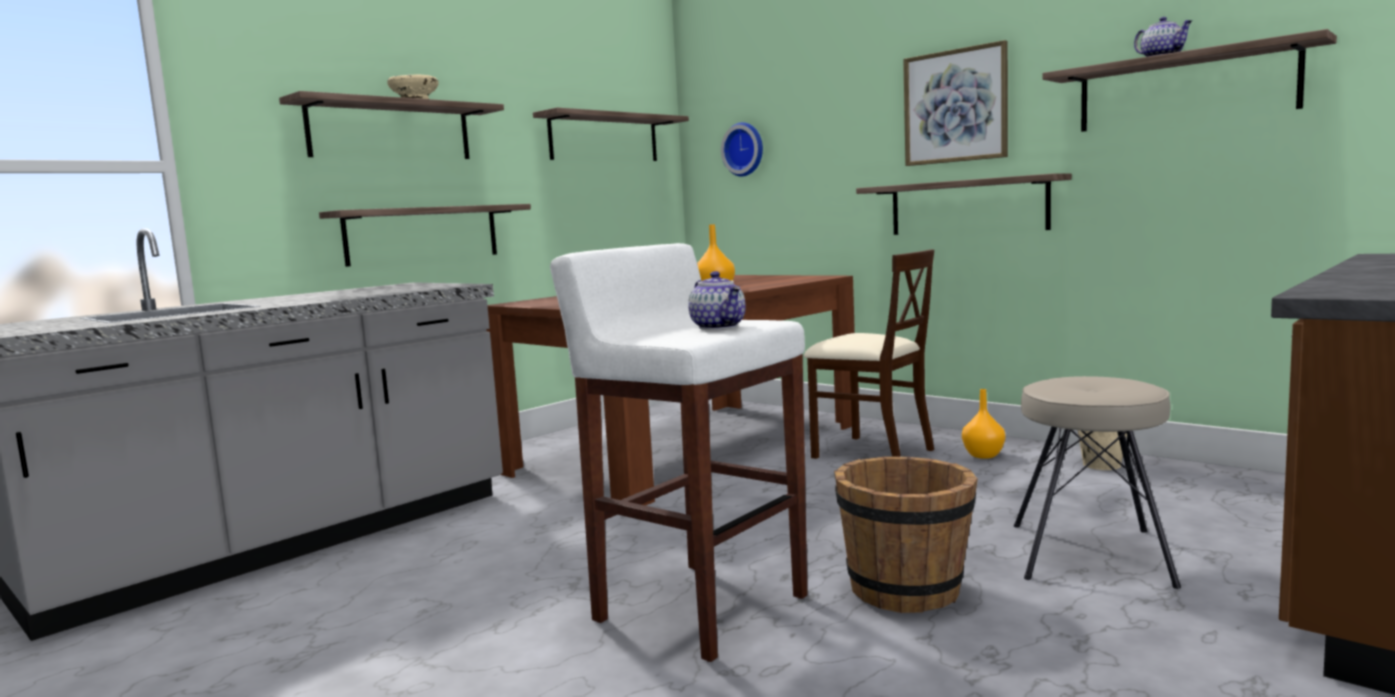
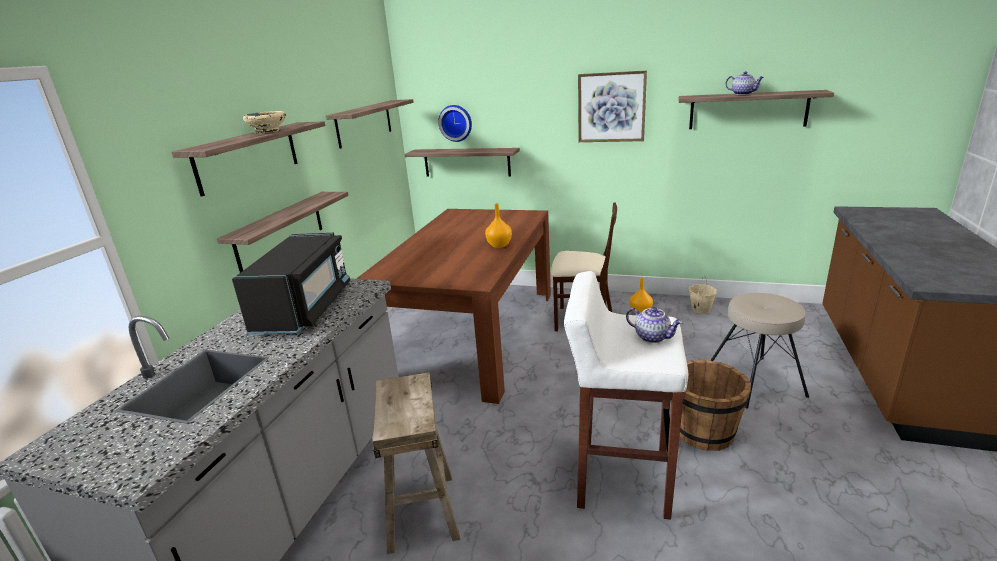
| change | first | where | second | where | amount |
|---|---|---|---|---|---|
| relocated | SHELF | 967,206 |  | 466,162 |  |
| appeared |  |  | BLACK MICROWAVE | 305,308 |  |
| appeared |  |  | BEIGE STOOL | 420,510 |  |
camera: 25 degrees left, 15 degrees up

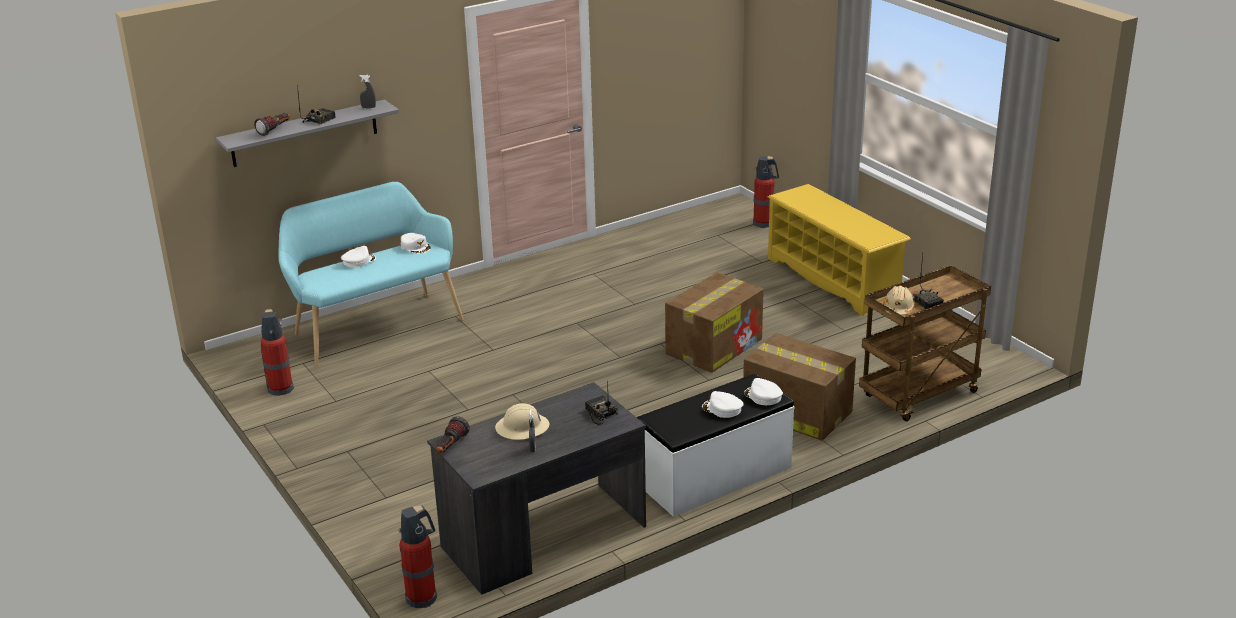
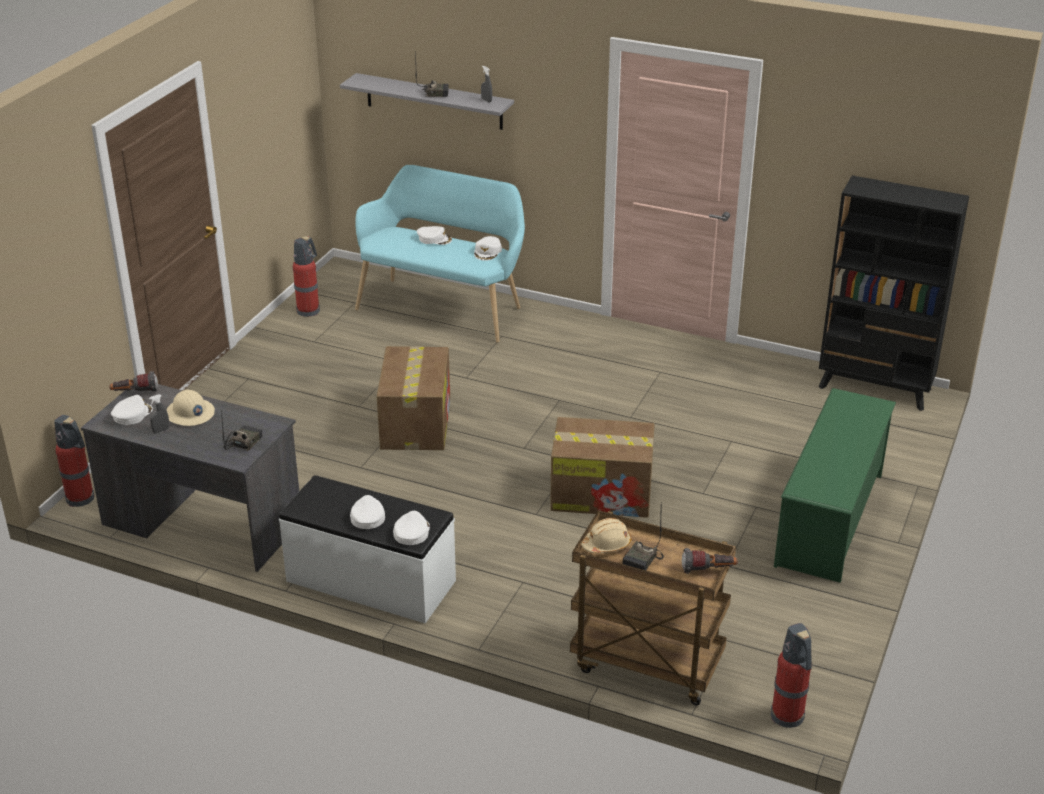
| change | first | where | second | where | amount |
|---|---|---|---|---|---|
| relocated | FLASHLIGHT | 275,130 |  | 708,570 |  |
| relocated | FIRE EXTINGUISHER | 764,223 |  | 788,717 |  |
| colour | YELLOW SHOE RACK | 833,279 | GREEN SHOE RACK | 830,519 |  |
| relocated | CARDBOARD BOX | 796,412 |  | 416,422 |  |
| appeared |  |  | BLACK BOOKCASE | 875,388 |  |
| appeared |  |  | WHITE CAP | 132,414 |  |
camera: 55 degrees right, 5 degrees up

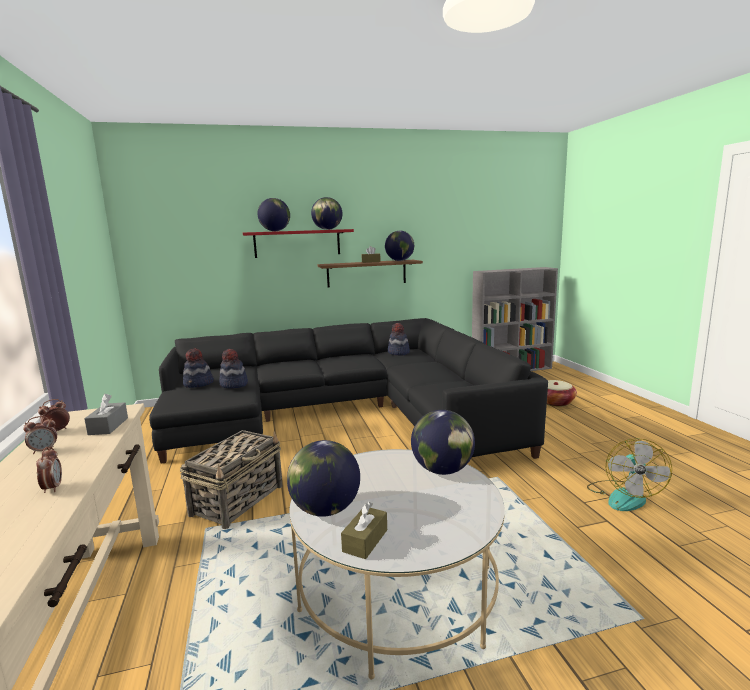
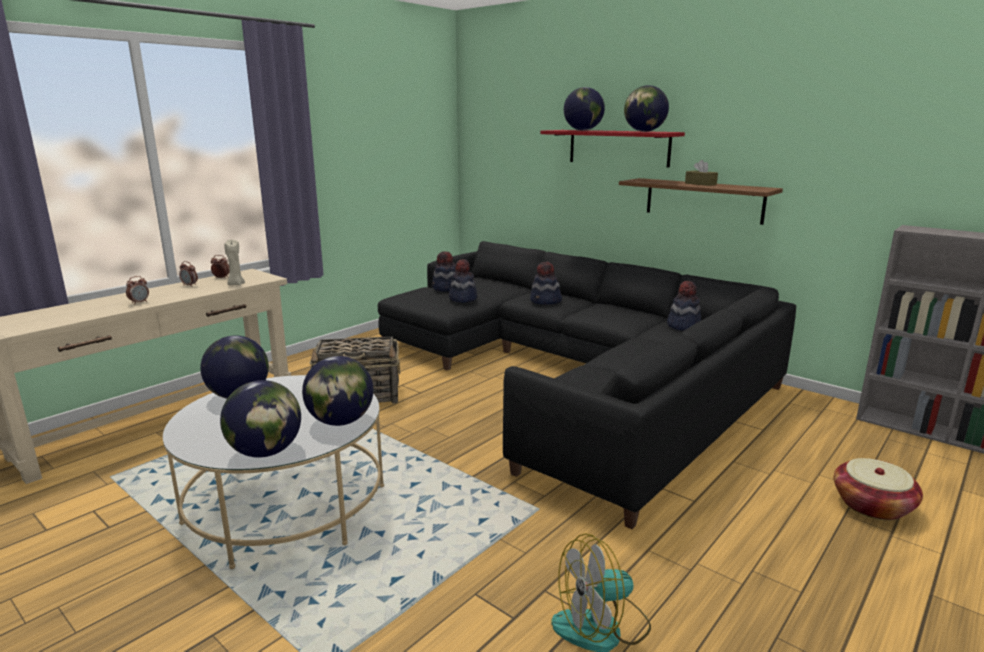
| change | first | where | second | where | amount |
|---|---|---|---|---|---|
| relocated | GLOBE | 399,261 |  | 266,452 |  |
| exchanged | GREY TISSUE BOX | 108,426 | BEIGE CANDLE | 236,284 |  |
| missing | BROWN TISSUE BOX | 365,540 |  |  |  |
| appeared |  |  | HAT | 545,301 |  |
camera: 55 degrees right, 5 degrees up

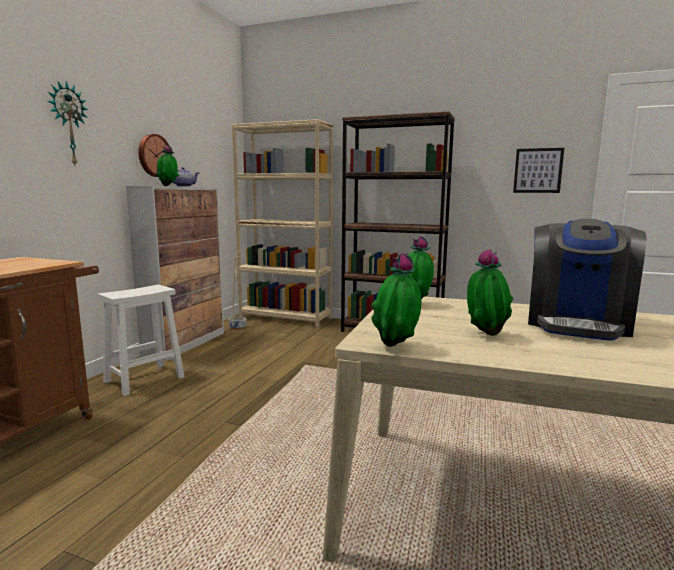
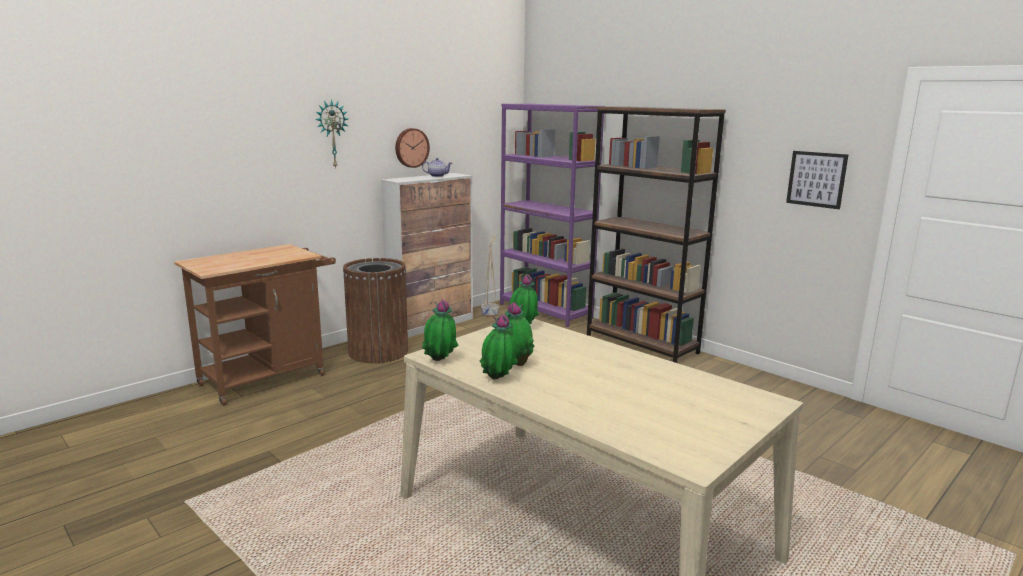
| change | first | where | second | where | amount |
|---|---|---|---|---|---|
| colour | BEIGE BOOKCASE | 285,318 | PURPLE BOOKCASE | 545,311 |  |
| relocated | POTTED PLANT | 168,186 |  | 498,380 |  |
| missing | COFFEE MACHINE | 577,324 |  |  |  |
| exchanged | WHITE STOOL | 145,379 | BROWN TRASH CAN | 378,351 |  |
camera: 25 degrees right, 5 degrees up

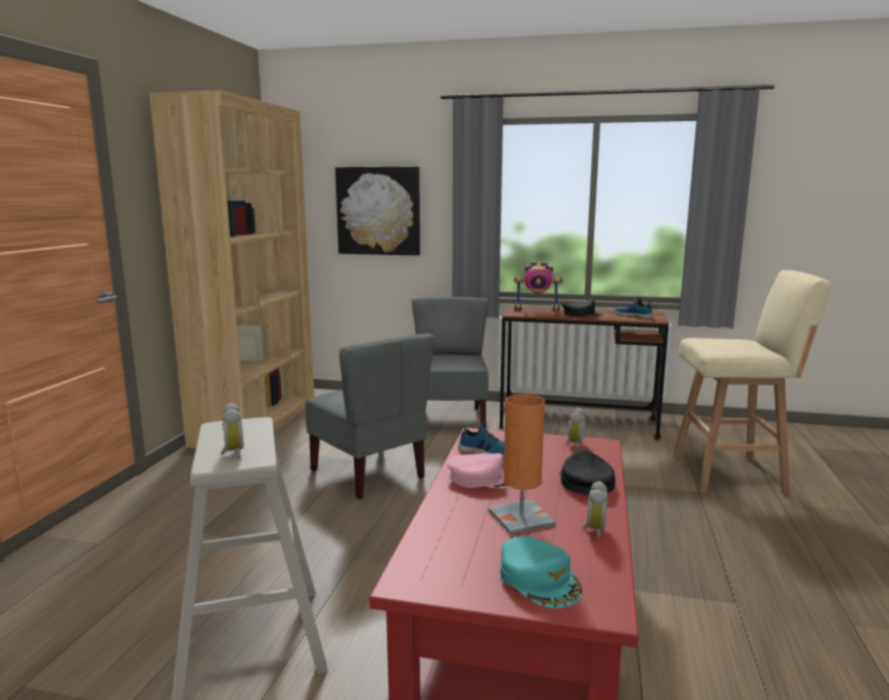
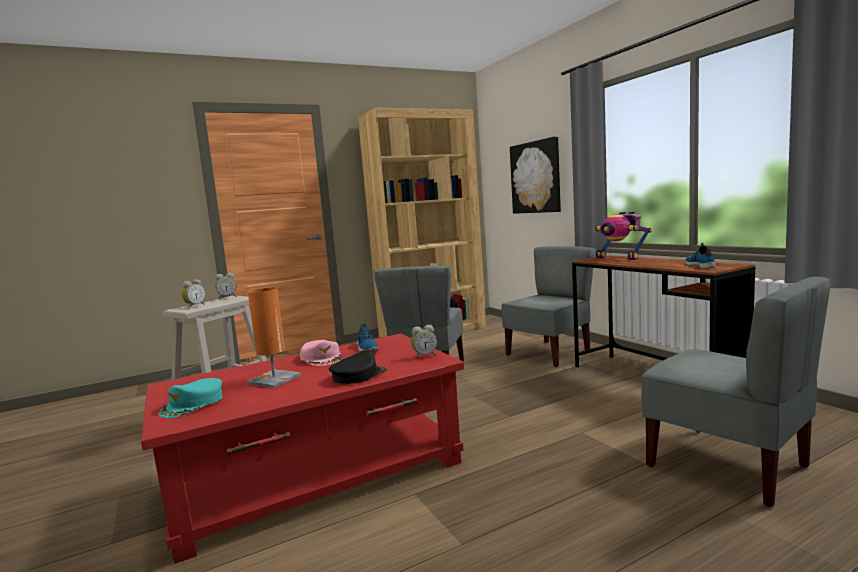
| change | first | where | second | where | amount |
|---|---|---|---|---|---|
| exchanged | BEIGE STOOL | 732,474 | GREY CHAIR | 728,465 |  |
| missing | BLACK CAP | 582,314 |  |  |  |
| relocated | ALARM CLOCK | 593,530 |  | 227,297 |  |
camera: 50 degrees right, 5 degrees down

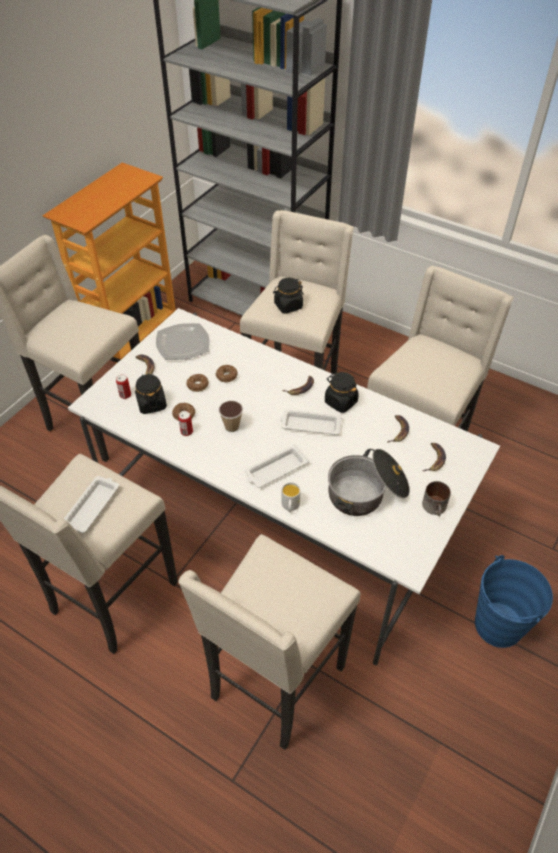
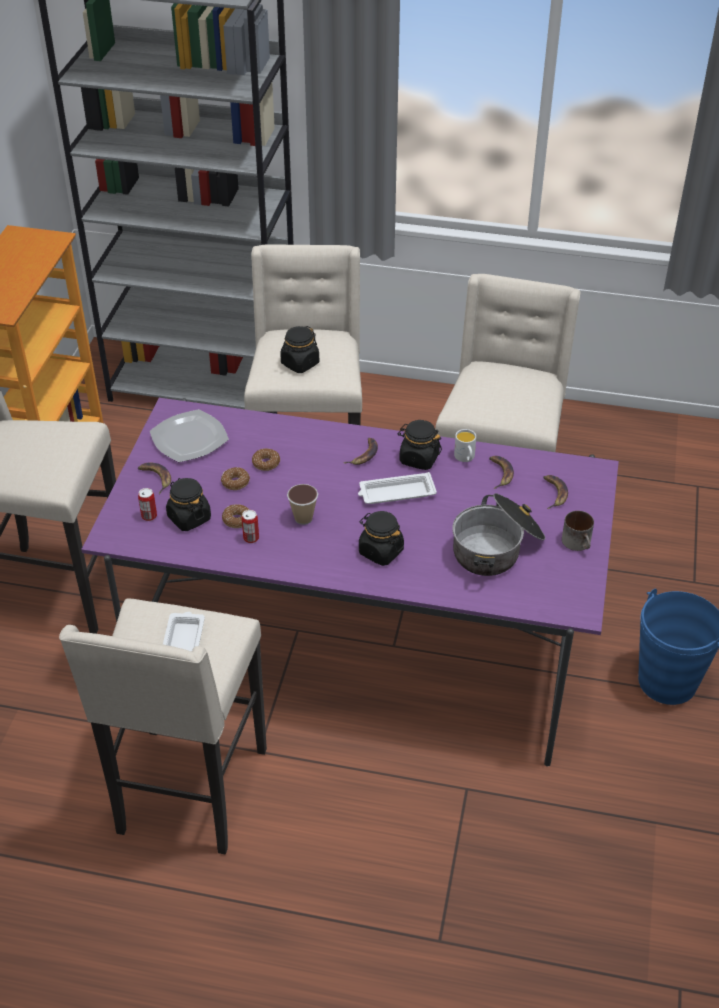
| change | first | where | second | where | amount |
|---|---|---|---|---|---|
| colour | WHITE DINING TABLE | 279,518 | PURPLE DINING TABLE | 359,639 |  |
| exchanged | WHITE TRAY | 275,470 | BLACK JAR | 380,551 |  |
| relocated | WHITE MUG | 290,506 |  | 465,458 |  |
| missing | BEIGE STOOL | 275,684 |  |  |  |
camera: 20 degrees left, 5 degrees down

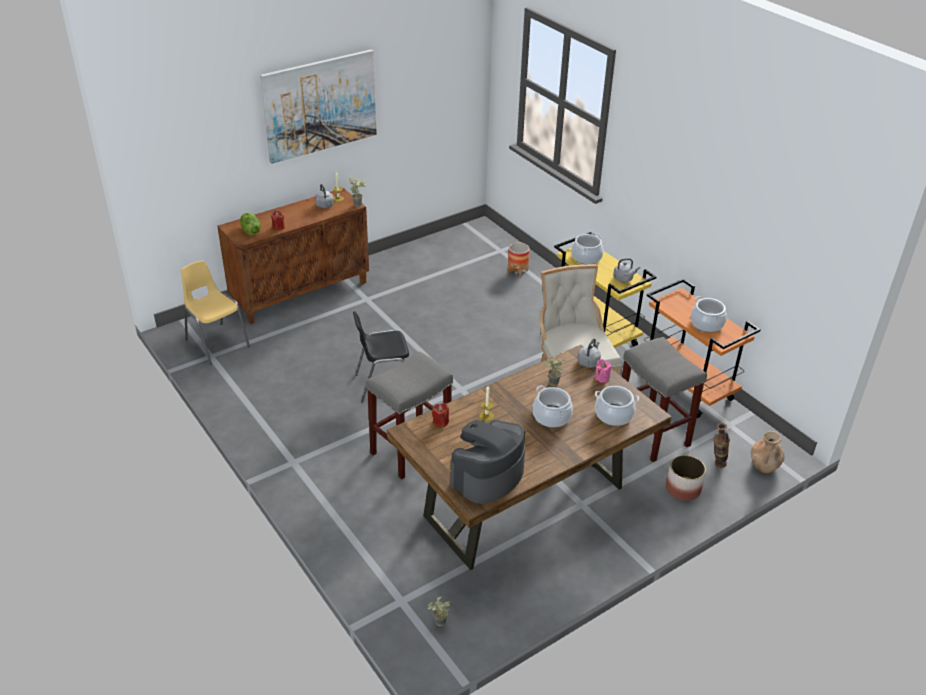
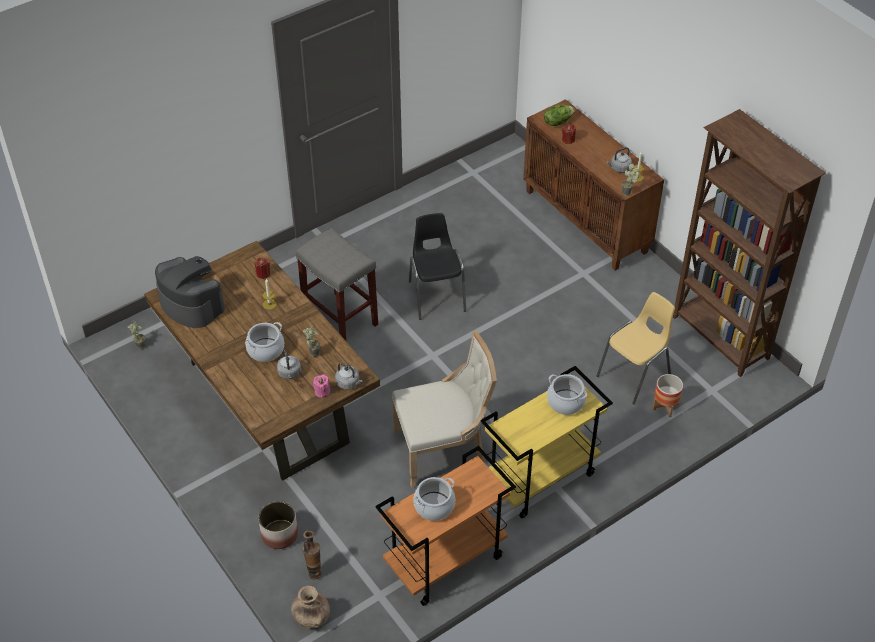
| change | first | where | second | where | amount |
|---|---|---|---|---|---|
| missing | PICTURE | 320,105 |  |  |  |
| relocated | GREY KETTLE | 624,279 |  | 289,373 |  |
| relocated | YELLOW CHAIR | 216,343 |  | 635,375 |  |
| missing | GREY STOOL | 652,435 |  |  |  |
| missing | COOKING POT | 614,415 |  |  |  |
| appeared |  |  | BROWN BOOKCASE | 720,338 |  |
camera: 90 degrees right, 10 degrees up

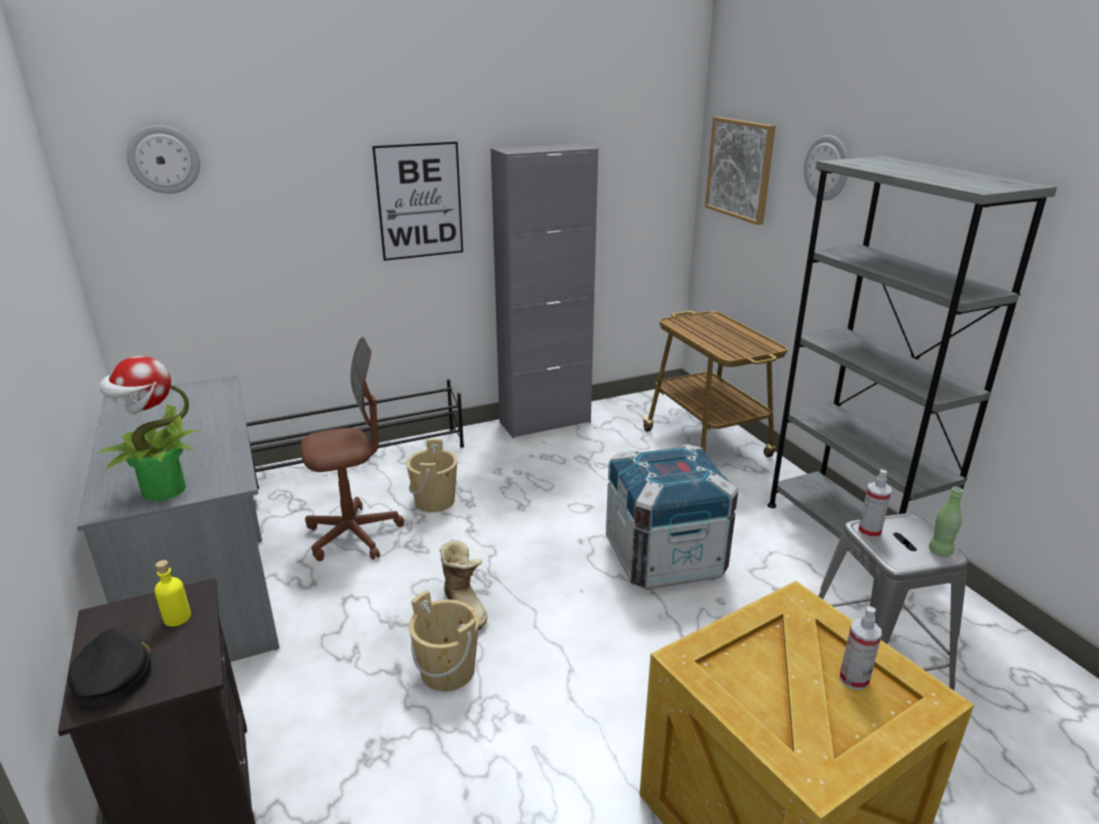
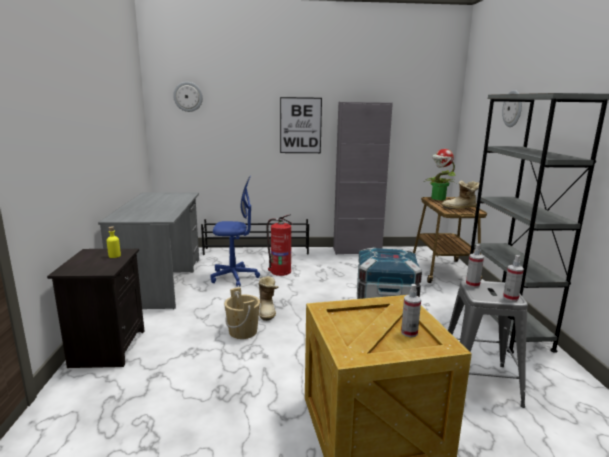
| change | first | where | second | where | amount |
|---|---|---|---|---|---|
| missing | PICTURE | 740,169 |  |  |  |
| colour | BROWN OFFICE CHAIR | 354,535 | BLUE OFFICE CHAIR | 234,277 |  |
| relocated | POTTED PLANT | 162,491 |  | 438,198 |  |
| exchanged | BEIGE BUCKET | 435,501 | FIRE EXTINGUISHER | 280,271 |  |
| exchanged | GREEN BOTTLE | 940,551 | SPRAY BOTTLE | 510,298 |  |
| missing | BLACK CAP | 113,674 |  |  |  |
| appeared |  |  | BOOT | 460,208 |  |
camera: 20 degrees right, 10 degrees down

